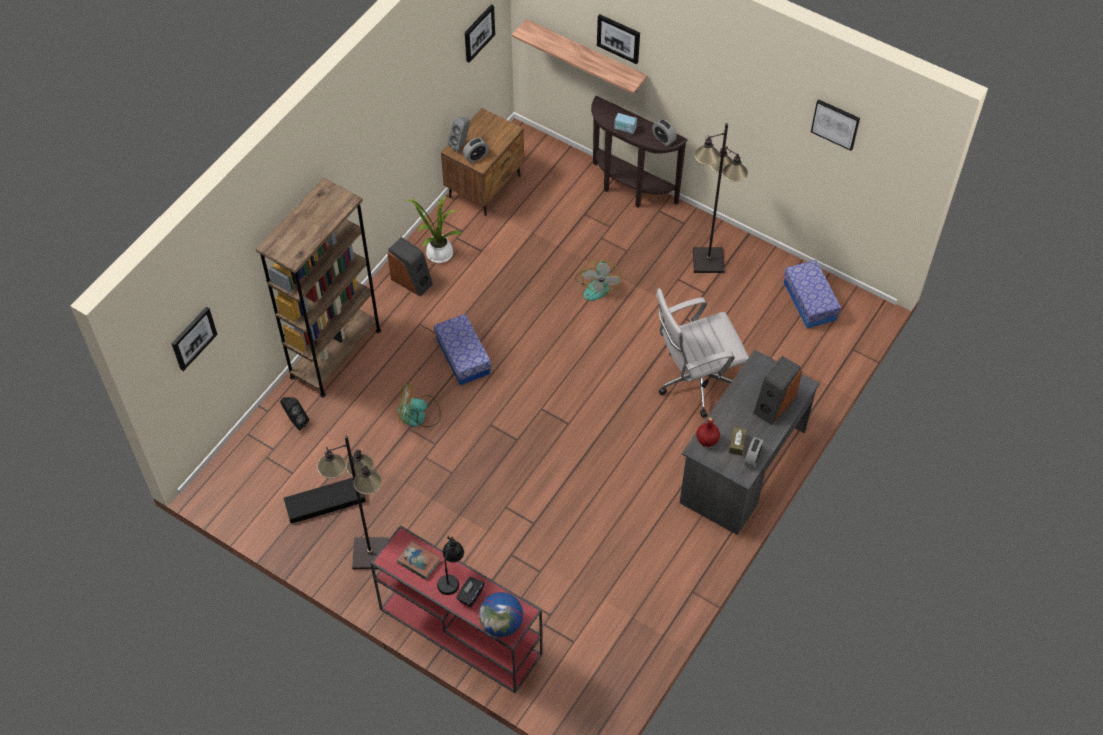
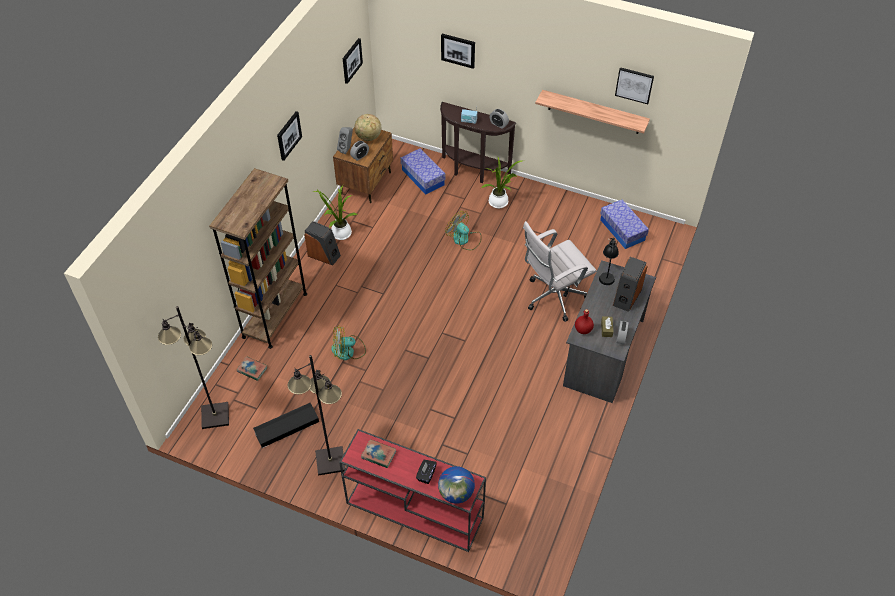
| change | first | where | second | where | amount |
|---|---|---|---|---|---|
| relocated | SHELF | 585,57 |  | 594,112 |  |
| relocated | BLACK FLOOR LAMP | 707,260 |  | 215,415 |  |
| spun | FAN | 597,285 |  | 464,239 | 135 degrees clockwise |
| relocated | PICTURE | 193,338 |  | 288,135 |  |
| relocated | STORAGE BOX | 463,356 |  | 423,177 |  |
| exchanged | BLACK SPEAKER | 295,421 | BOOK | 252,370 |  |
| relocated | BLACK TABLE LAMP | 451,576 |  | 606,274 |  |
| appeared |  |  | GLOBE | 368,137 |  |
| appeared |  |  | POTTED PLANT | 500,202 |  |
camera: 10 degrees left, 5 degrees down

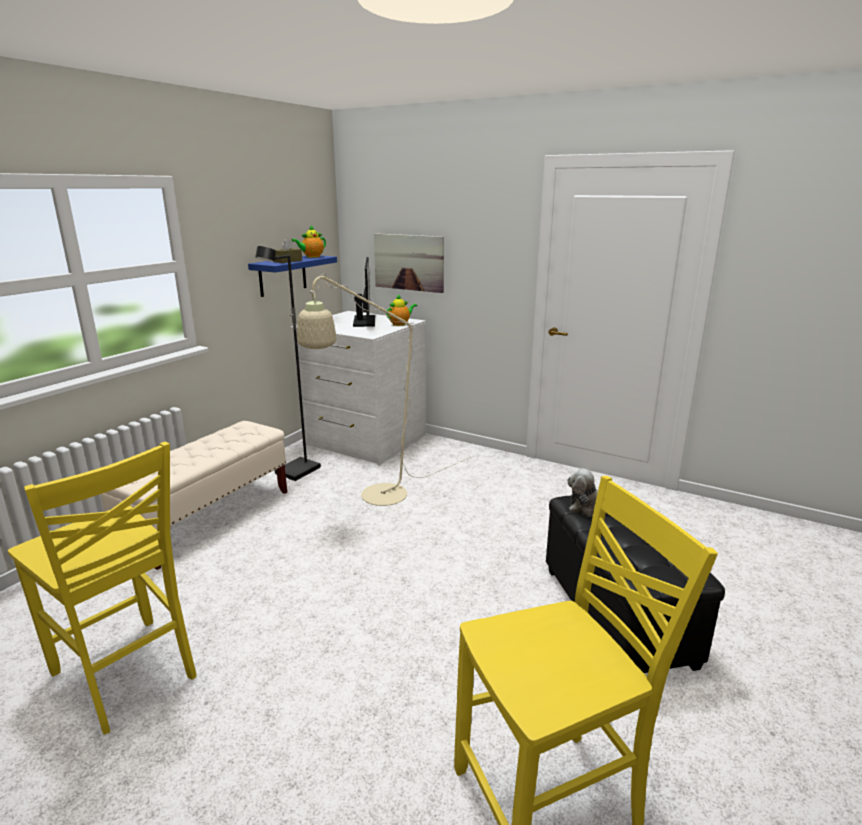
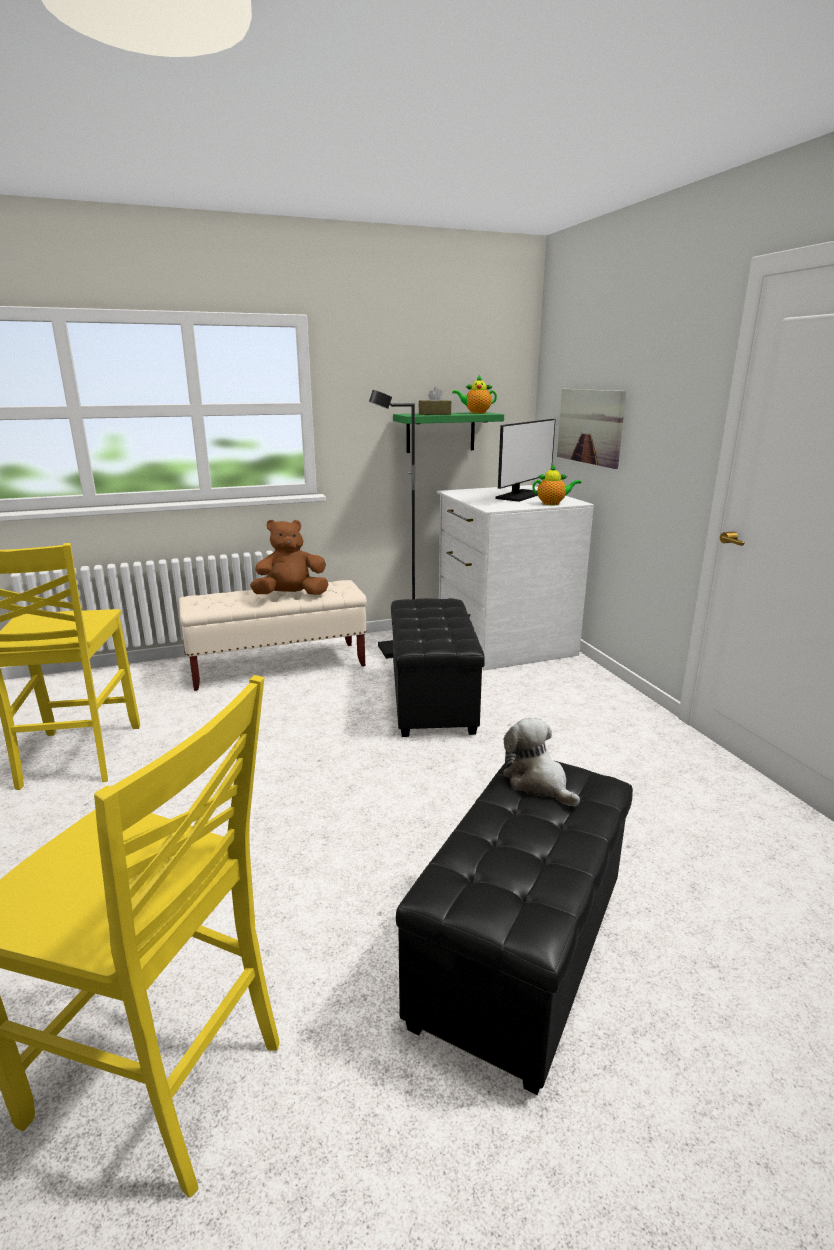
| change | first | where | second | where | amount |
|---|---|---|---|---|---|
| colour | BLUE SHELF | 282,275 | GREEN SHELF | 440,432 |  |
| exchanged | BEIGE FLOOR LAMP | 374,498 | BLACK OTTOMAN | 433,700 |  |
| appeared |  |  | BROWN PLUSH TOY | 291,596 |  |
camera: 40 degrees right, 0 degrees up

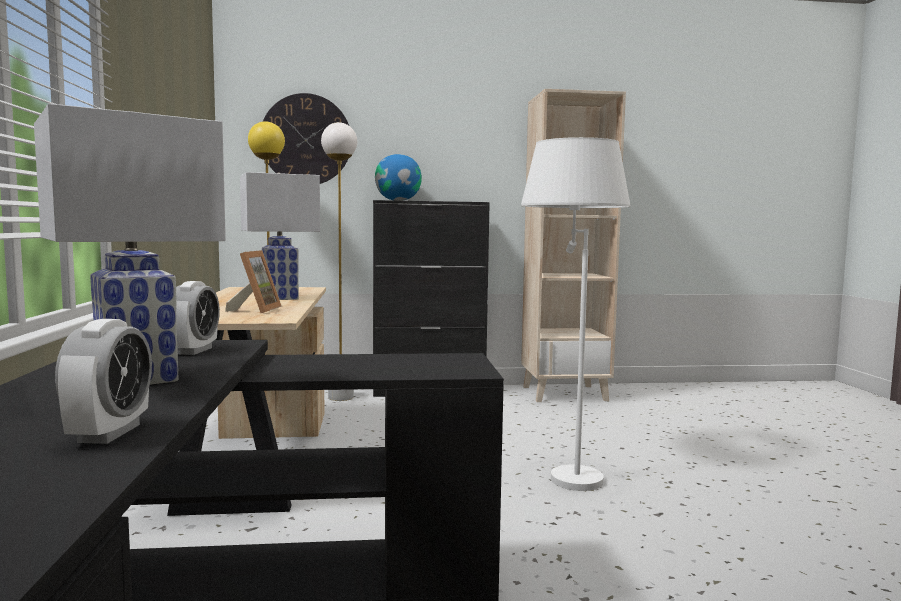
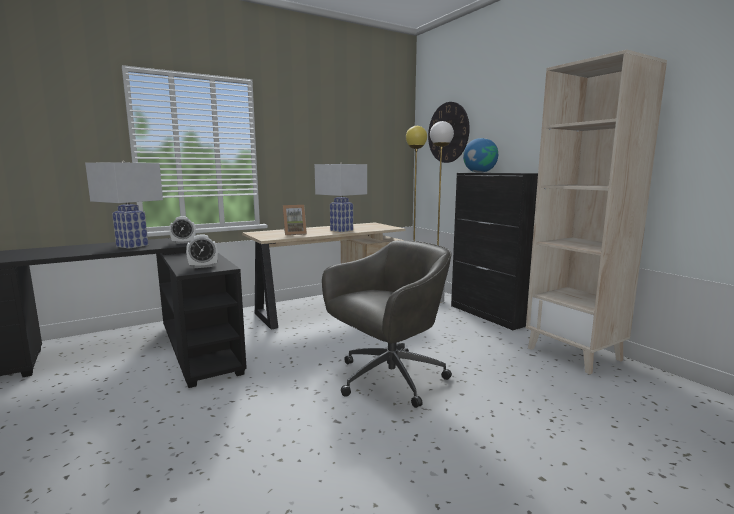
| change | first | where | second | where | amount |
|---|---|---|---|---|---|
| exchanged | WHITE FLOOR LAMP | 565,469 | GREY OFFICE CHAIR | 388,379 |  |
| relocated | ALARM CLOCK | 109,433 |  | 203,266 |  |
camera: 65 degrees right, 5 degrees up

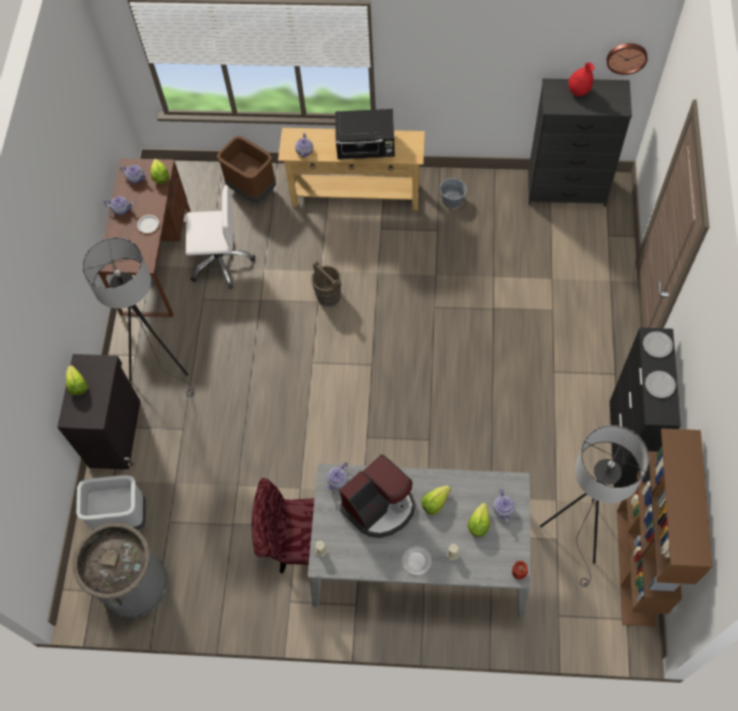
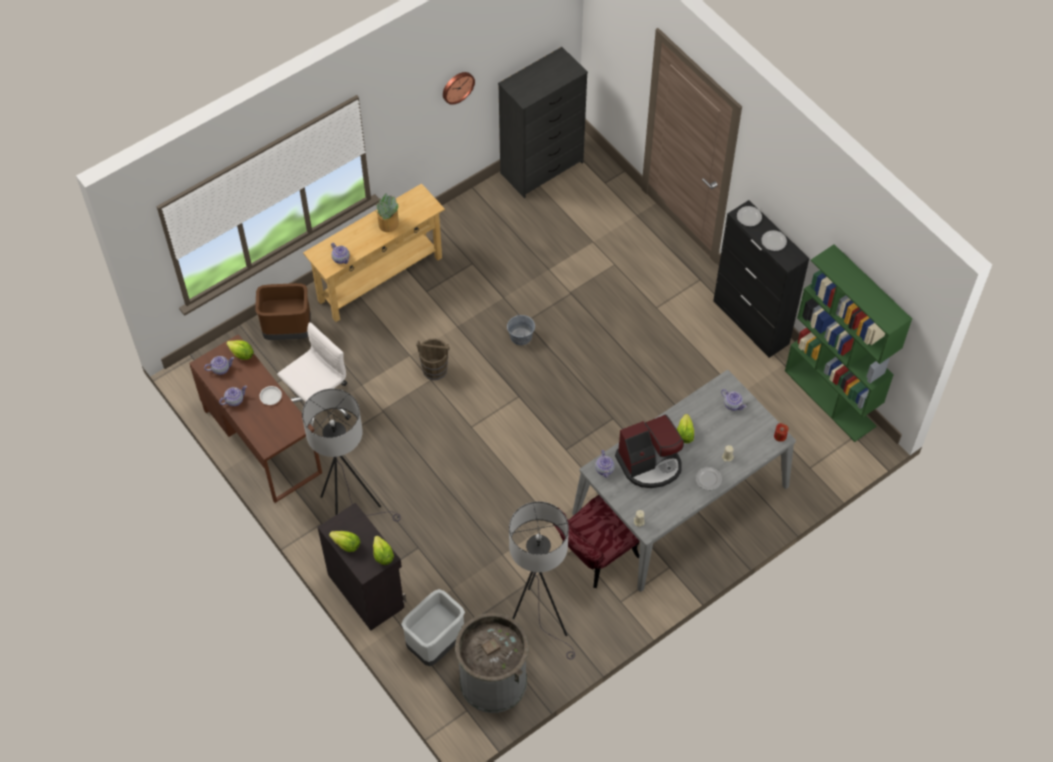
| change | first | where | second | where | amount |
|---|---|---|---|---|---|
| relocated | WALL CLOCK | 626,57 |  | 457,86 |  |
| missing | RED VASE | 579,91 |  |  |  |
| exchanged | BLACK MICROWAVE | 366,147 | POTTED PLANT | 388,224 |  |
| relocated | GREY BUCKET | 452,199 |  | 521,336 |  |
| relocated | GREY FLOOR LAMP | 579,534 |  | 538,622 |  |
| colour | BROWN BOOKCASE | 636,567 | GREEN BOOKCASE | 830,398 |  |
| spun | COFFEE MACHINE | 380,506 |  | 650,464 | 60 degrees clockwise |
| relocated | LETTUCE | 478,524 |  | 383,556 |  |
camera: 45 degrees left, 5 degrees down

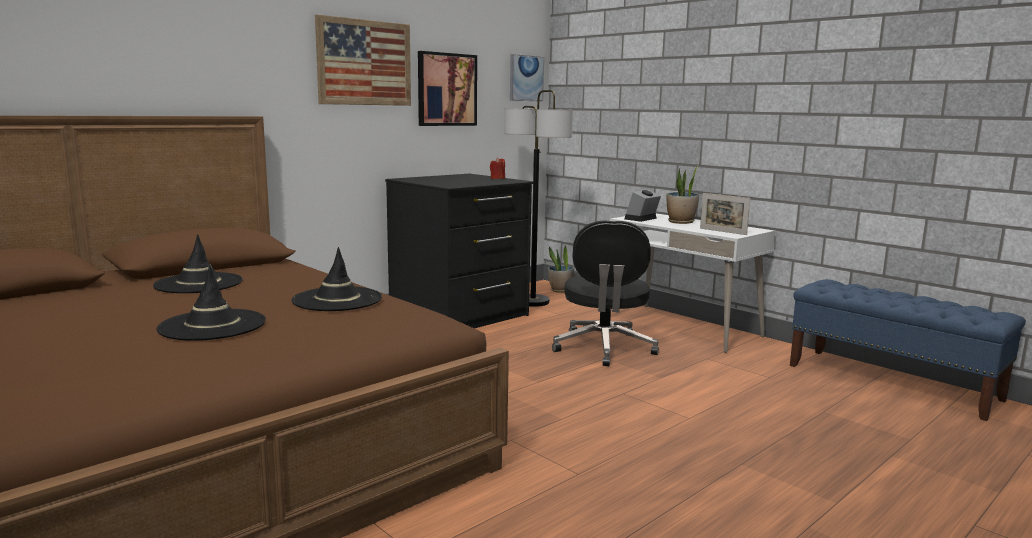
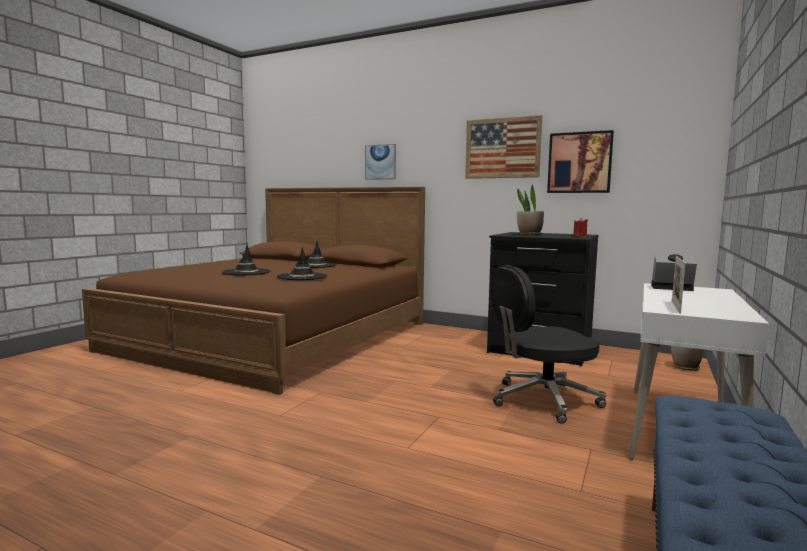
| change | first | where | second | where | amount |
|---|---|---|---|---|---|
| relocated | PICTURE | 526,78 |  | 380,162 |  |
| missing | FLOOR LAMP | 532,302 |  |  |  |
| relocated | POTTED PLANT | 681,222 |  | 529,235 |  |
camera: 70 degrees right, 5 degrees down

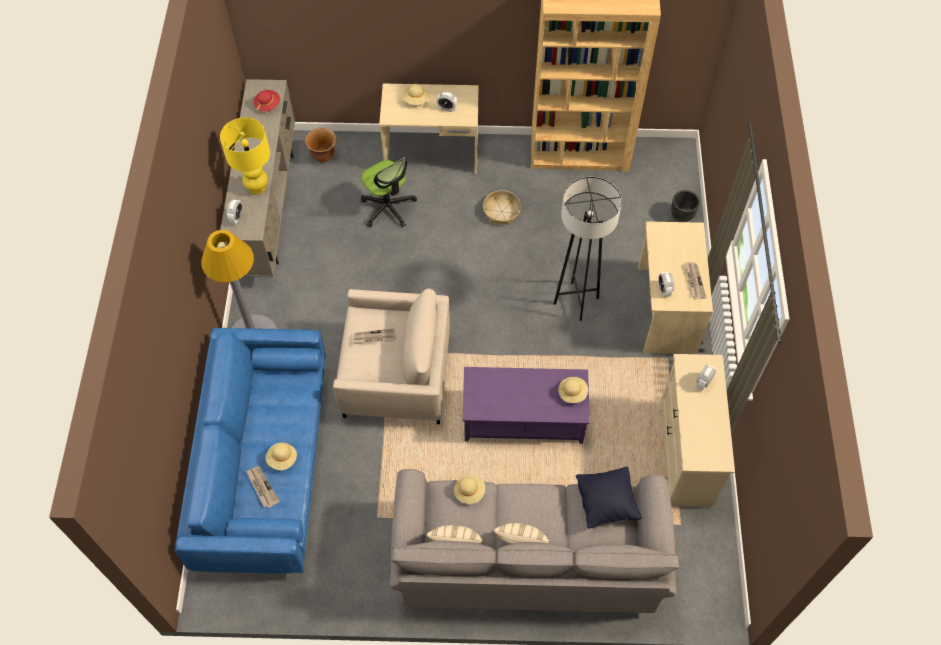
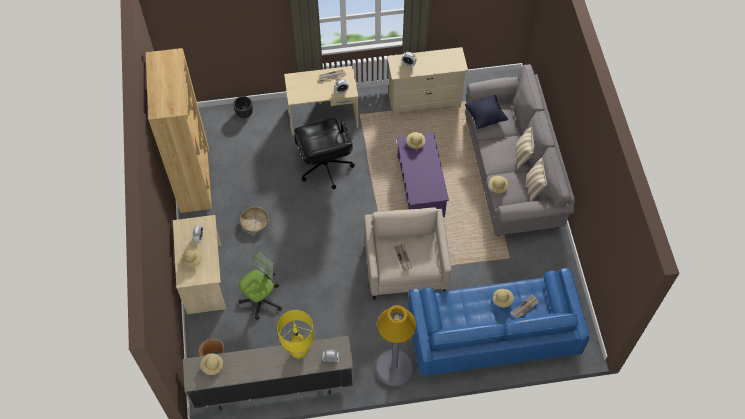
| change | first | where | second | where | amount |
|---|---|---|---|---|---|
| colour | RED HAT | 267,105 | BEIGE HAT | 212,366 |  |
| exchanged | GREY FLOOR LAMP | 576,301 | BLACK OFFICE CHAIR | 325,168 |  |
camera: 100 degrees left, 0 degrees up

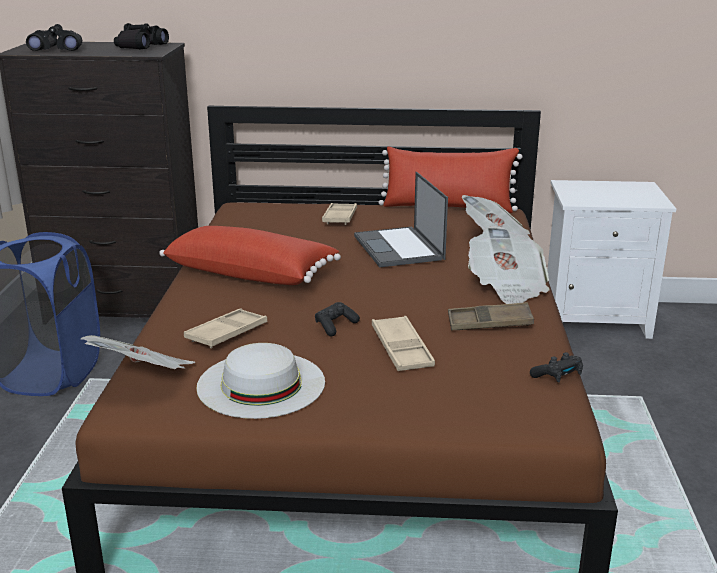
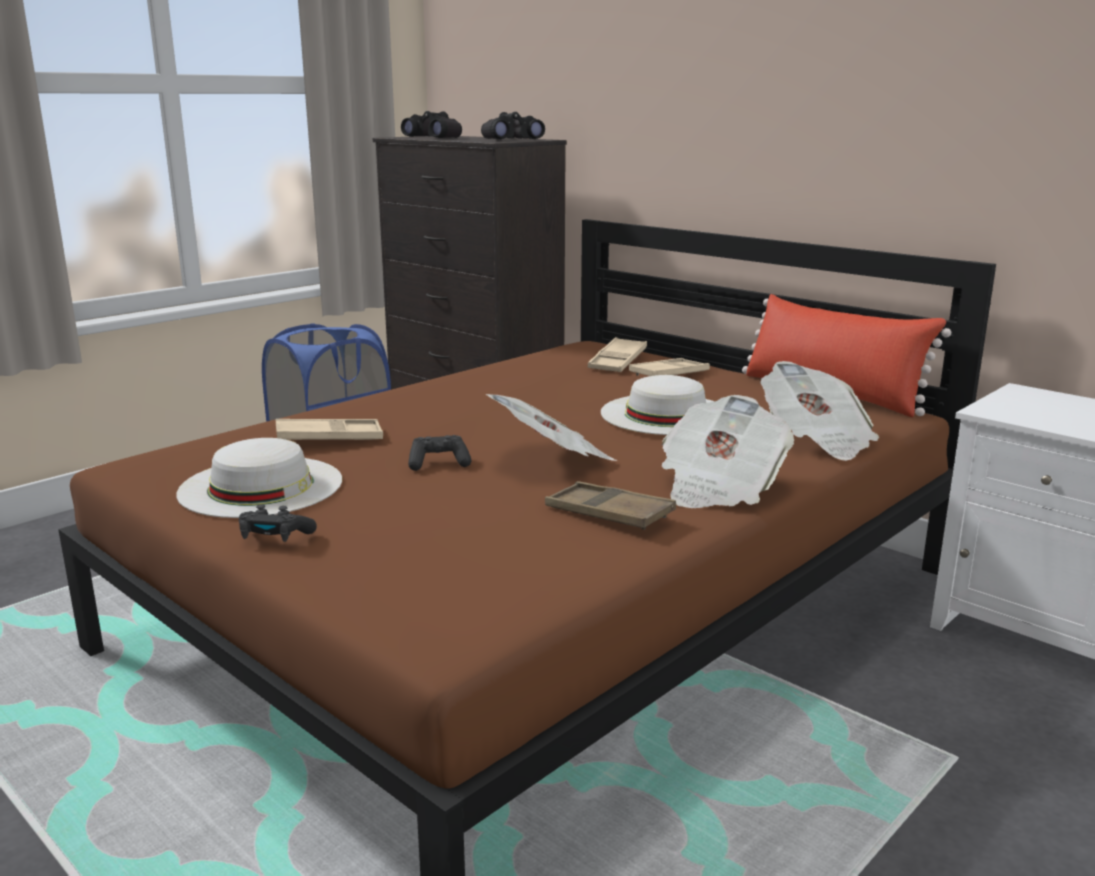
| change | first | where | second | where | amount |
|---|---|---|---|---|---|
| exchanged | LAPTOP | 399,248 | WHITE HAT | 666,414 |  |
| missing | RED PILLOW | 251,273 |  |  |  |
| relocated | BEIGE TRAY | 402,349 |  | 618,361 |  |
| relocated | NEWSPAPER | 143,377 |  | 552,459 |  |
| relocated | BLACK GAME CONTROLLER | 557,376 |  | 274,538 |  |
camera: 40 degrees right, 5 degrees down

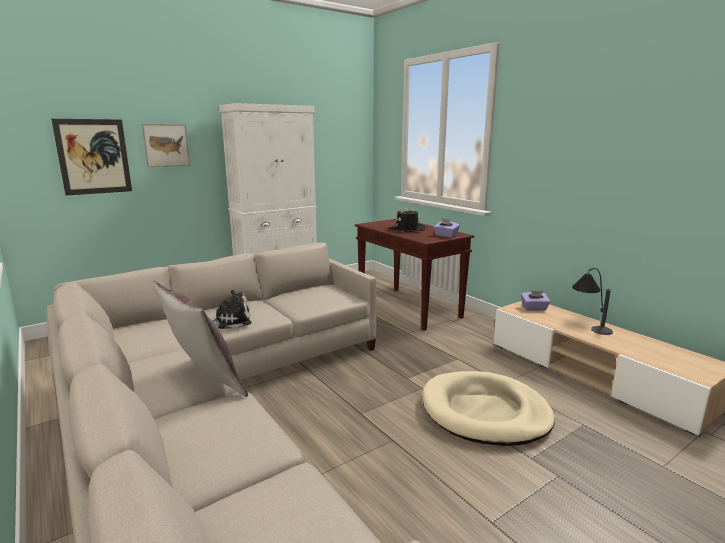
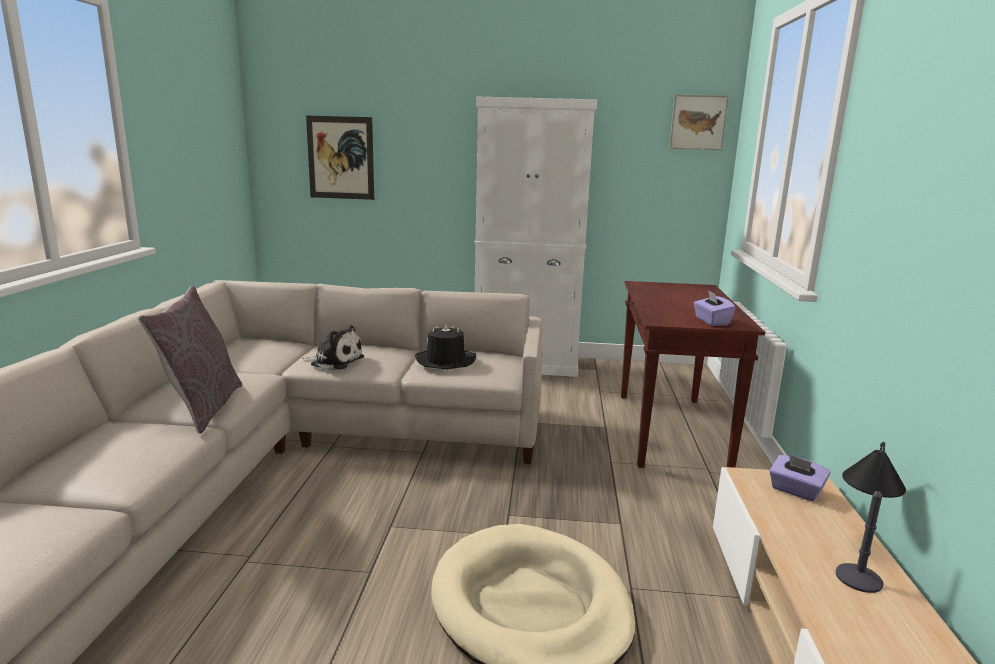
| change | first | where | second | where | amount |
|---|---|---|---|---|---|
| relocated | PICTURE | 166,145 |  | 698,122 |  |
| relocated | BLACK HAT | 407,229 |  | 445,361 |  |
camera: 40 degrees right, 0 degrees up

